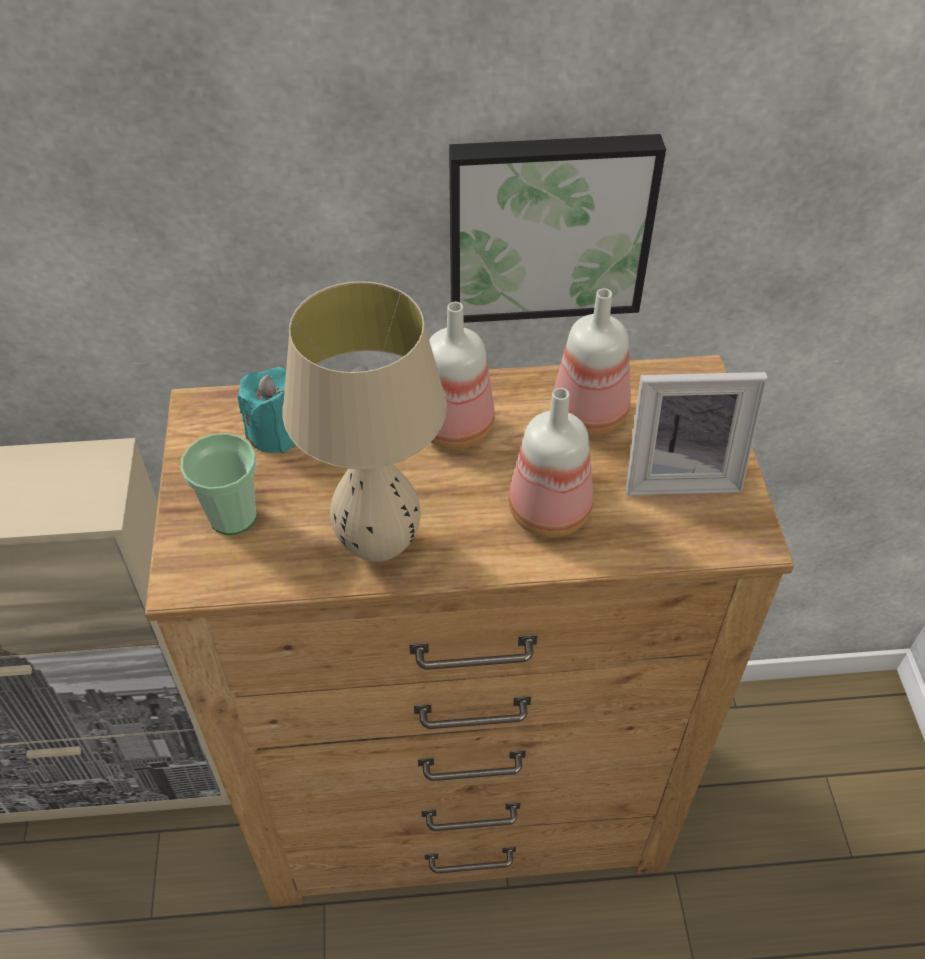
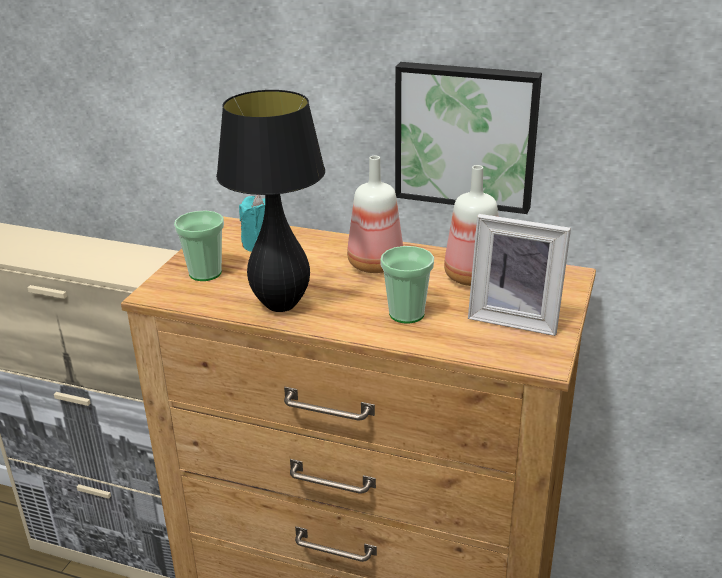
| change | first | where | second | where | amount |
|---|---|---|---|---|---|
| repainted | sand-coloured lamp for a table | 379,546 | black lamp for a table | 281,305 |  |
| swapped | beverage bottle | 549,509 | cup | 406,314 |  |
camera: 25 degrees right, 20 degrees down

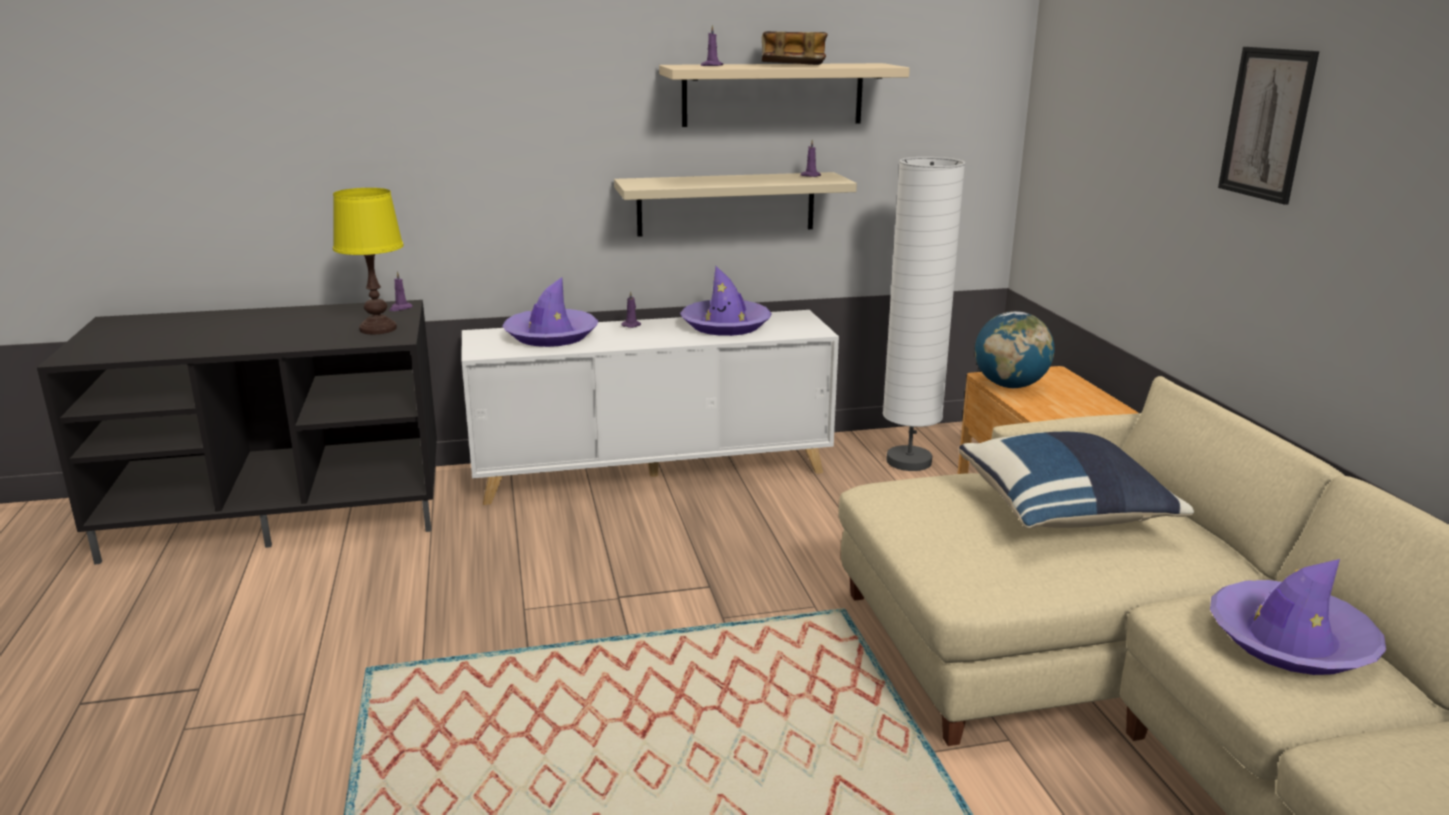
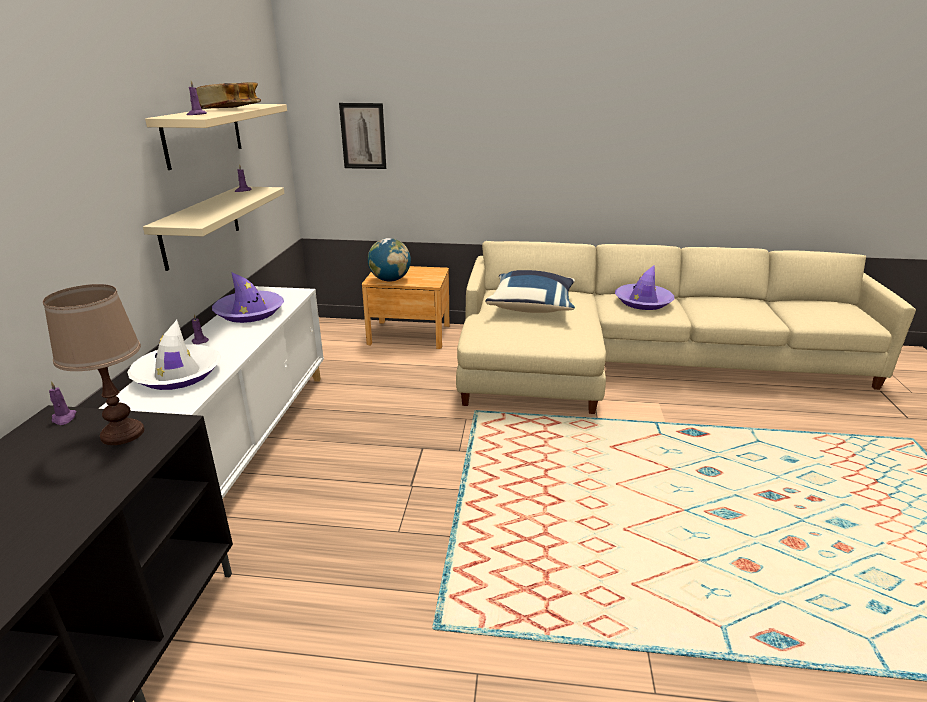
| change | first | where | second | where | amount |
|---|---|---|---|---|---|
| shifted | wall art | 1267,124 |  | 363,136 |  |
| gone | white standing lamp | 909,461 |  |  |  |
| repainted | yellow-coloured lamp for a table | 377,329 | brown lamp for a table | 123,434 |  |
| repainted | purple clothing hat | 551,336 | white clothing hat | 177,374 |  |
camera: 70 degrees left, 5 degrees up

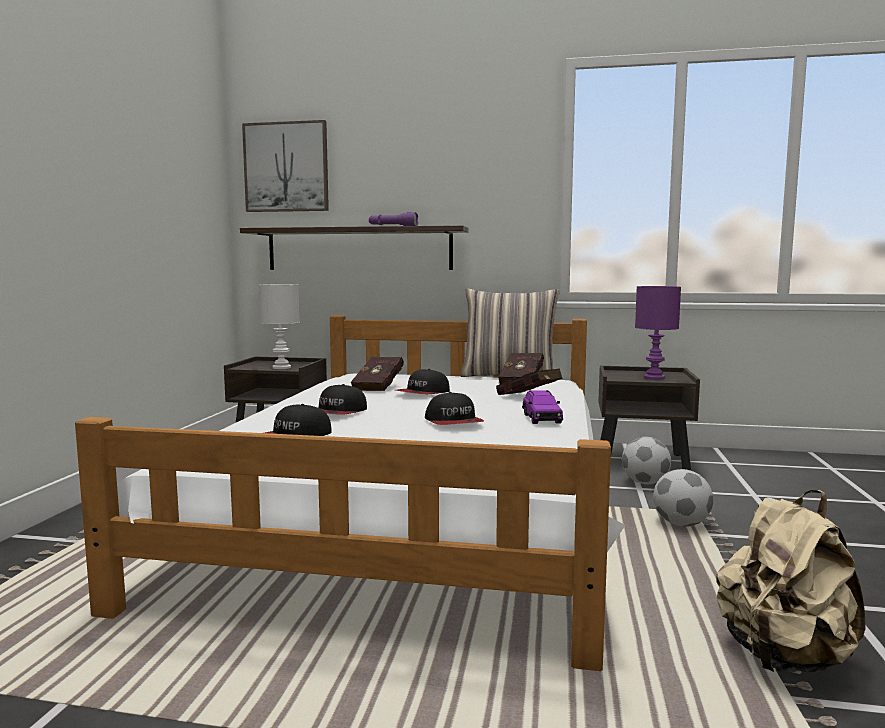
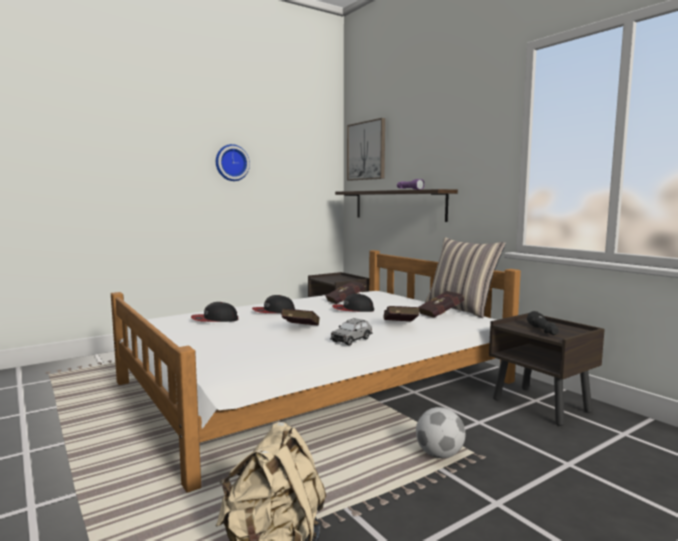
| change | first | where | second | where | amount |
|---|---|---|---|---|---|
| gone | white lamp for a table | 281,368 |  |  |  |
| swapped | purple lamp for a table | 654,378 | black torch | 543,331 |  |
| repainted | purple toy car | 541,418 | greyish toy car | 351,340 |  |
| swapped | baseball cap | 454,422 | red-coloured bound book | 300,330 |  |
| gone | ball for football | 645,483 |  |  |  |
| new |  |  | clock on the wall | 231,163 |  |
camera: 45 degrees right, 0 degrees up

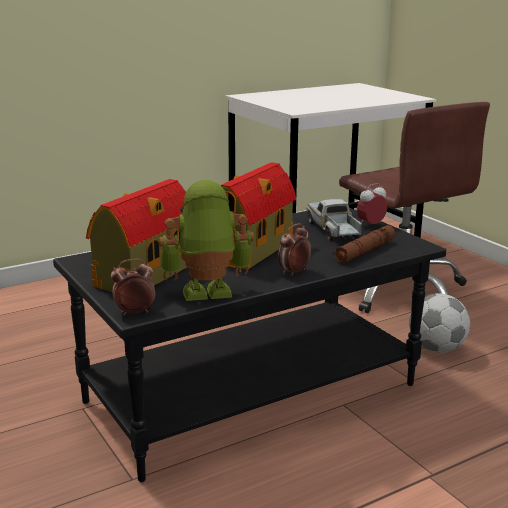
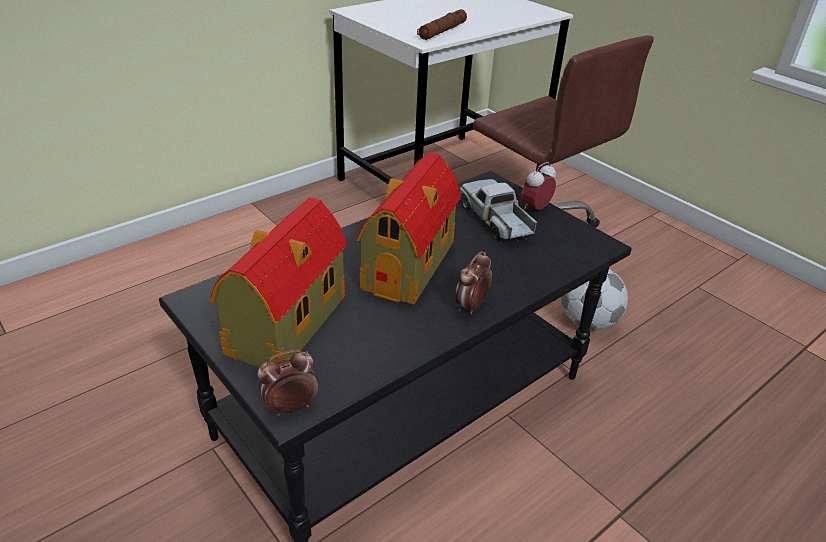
| change | first | where | second | where | amount |
|---|---|---|---|---|---|
| gone | toy robot | 206,294 |  |  |  |
| shifted | brown torch | 364,251 |  | 442,31 |  |
camera: 10 degrees left, 15 degrees up

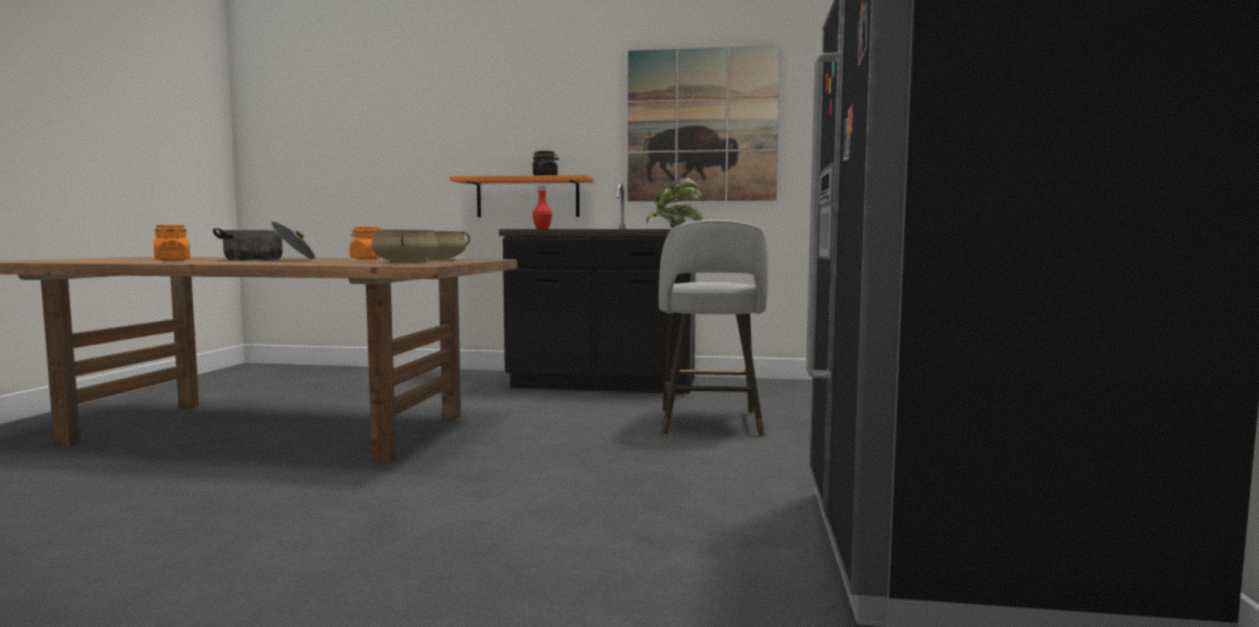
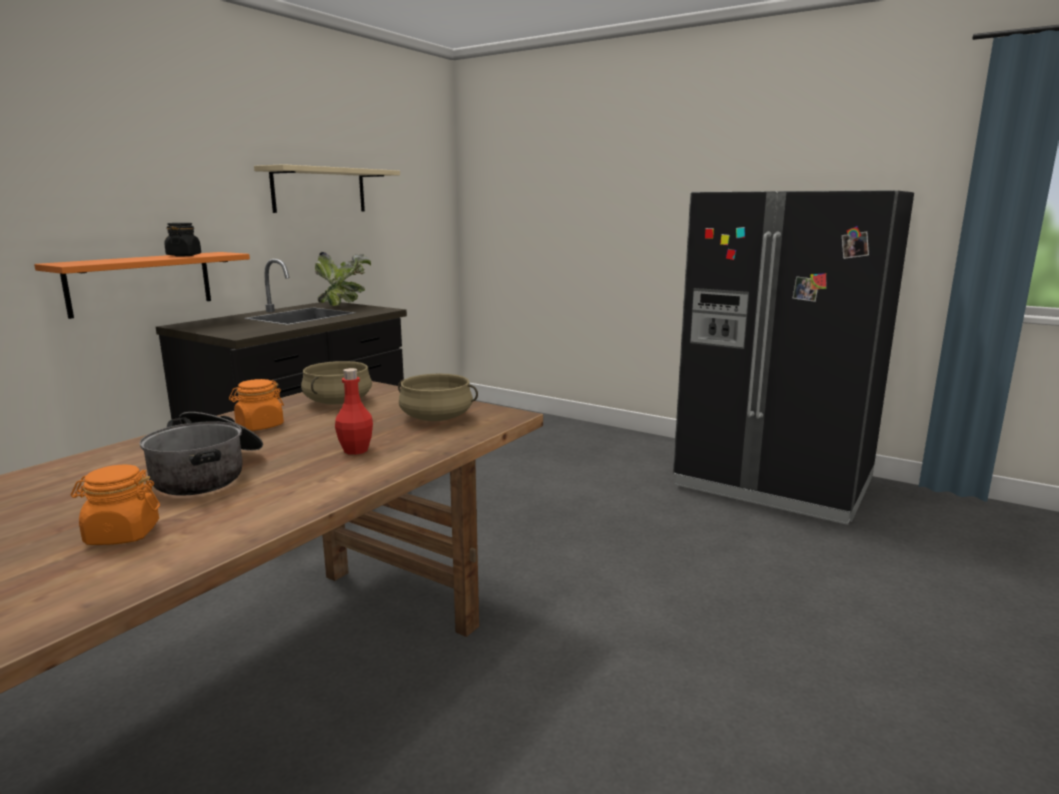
| change | first | where | second | where | amount |
|---|---|---|---|---|---|
| swapped | wall art | 702,125 | sand-coloured wall shelf | 319,190 |  |
| shifted | red-coloured beverage bottle | 542,229 |  | 356,450 |  |
| gone | greyish sitting stool | 710,423 |  |  |  |
camera: 65 degrees left, 10 degrees up

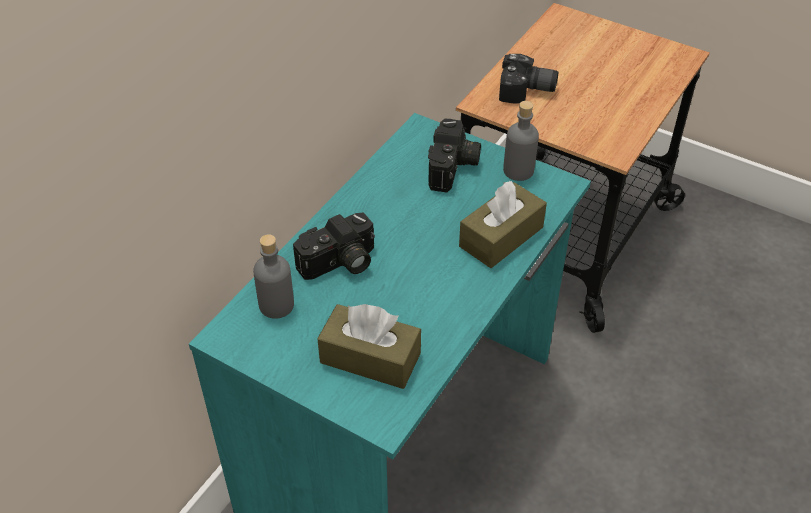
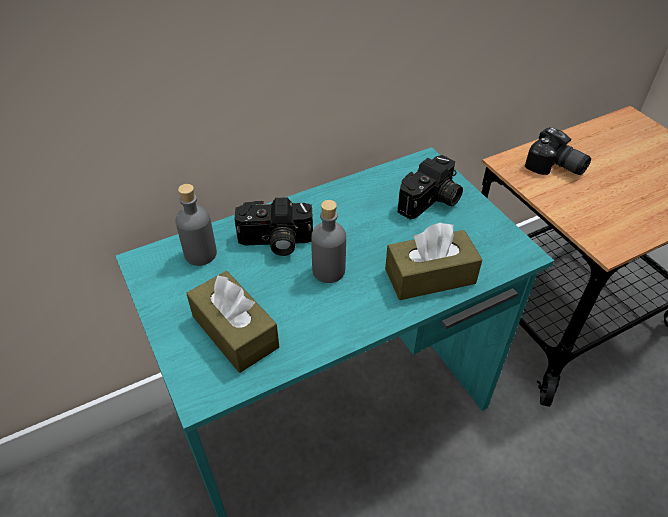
| change | first | where | second | where | amount |
|---|---|---|---|---|---|
| shifted | greyish beverage bottle | 518,170 |  | 329,271 |  |
camera: 30 degrees right, 0 degrees up

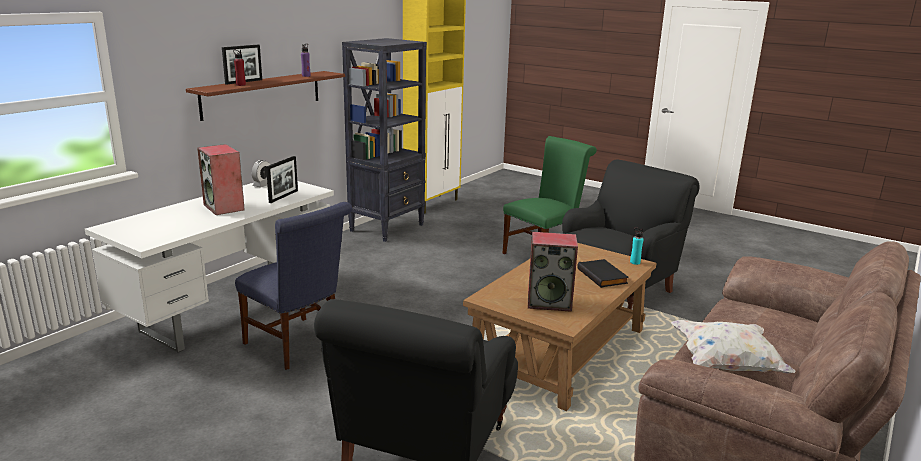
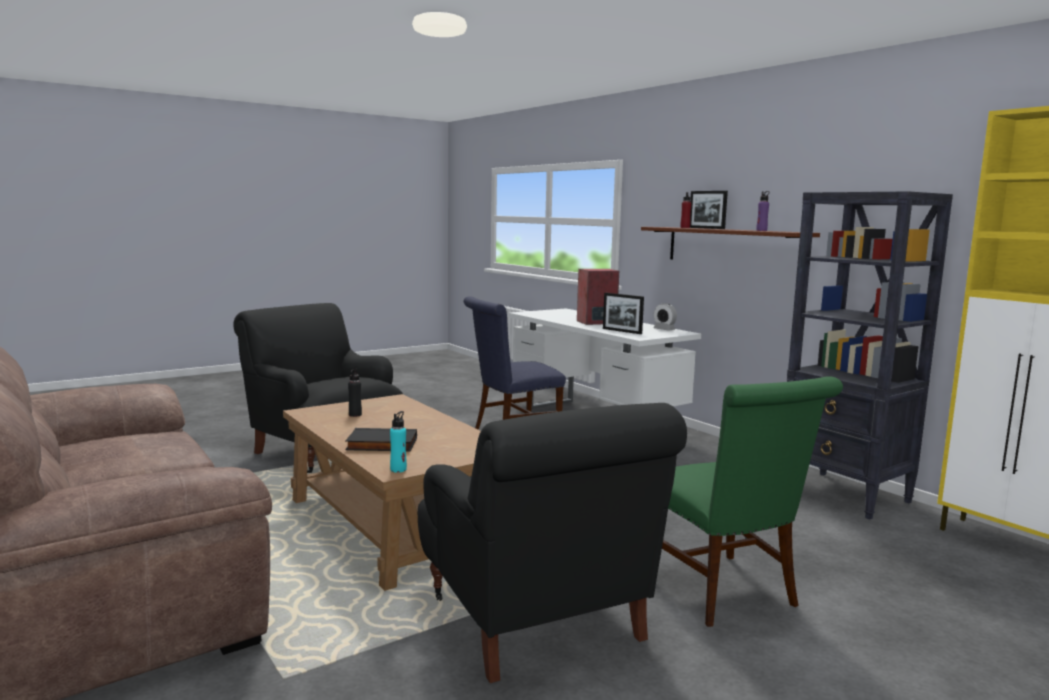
| change | first | where | second | where | amount |
|---|---|---|---|---|---|
| swapped | loudspeaker | 550,302 | black beverage bottle | 355,415 |  |
| gone | white throw pillow | 726,364 |  |  |  |
camera: 110 degrees right, 10 degrees down

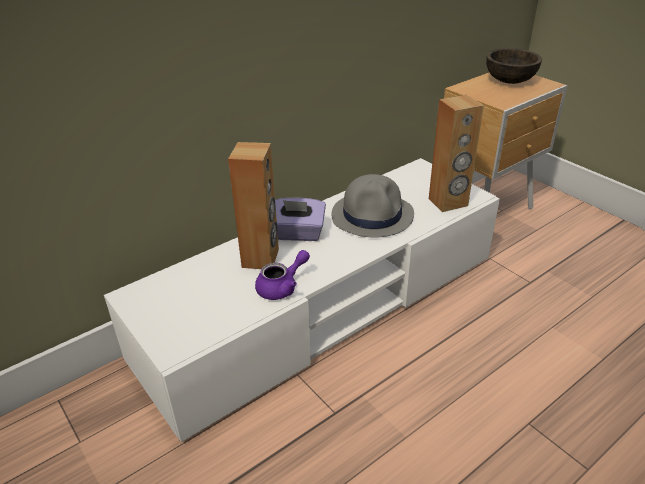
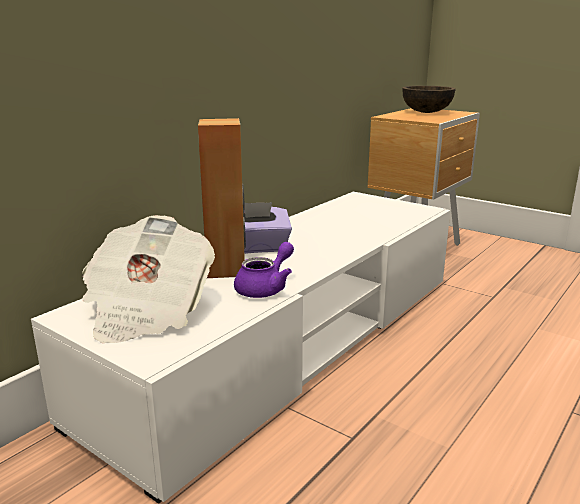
| change | first | where | second | where | amount |
|---|---|---|---|---|---|
| gone | brown loudspeaker | 448,202 |  |  |  |
| gone | greyish clothing hat | 373,215 |  |  |  |
| new |  |  | newspaper | 147,310 |  |
camera: 15 degrees left, 15 degrees down

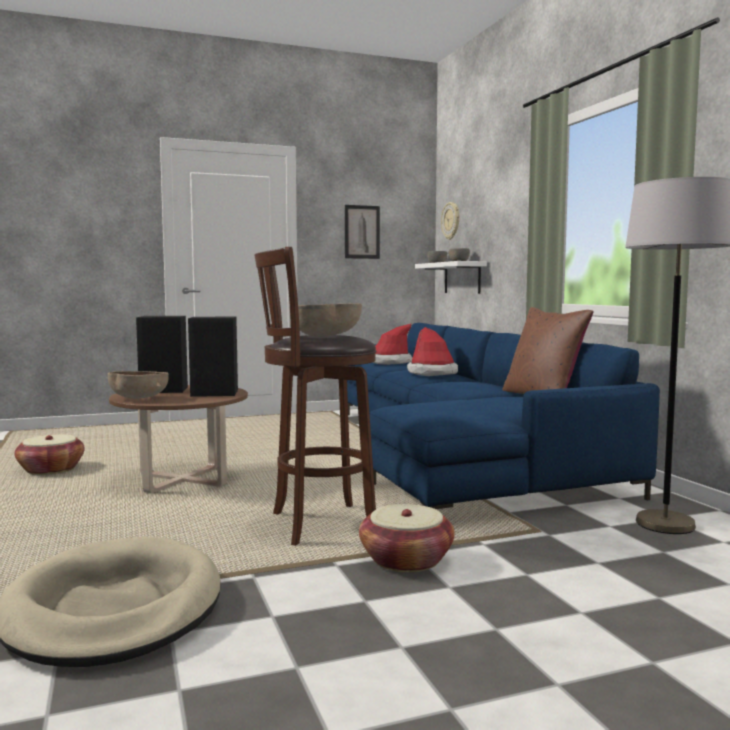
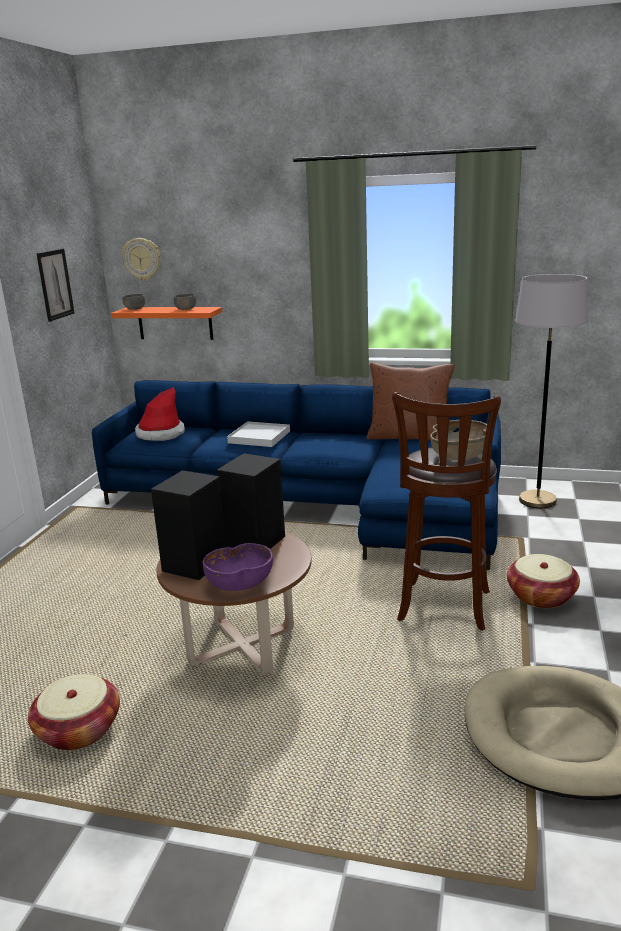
| change | first | where | second | where | amount |
|---|---|---|---|---|---|
| repainted | white wall shelf | 462,278 | orange wall shelf | 175,323 |  |
| swapped | clothing hat | 432,373 | white serving tray | 259,437 |  |
| repainted | brown serving bowl | 138,399 | purple serving bowl | 240,585 |  |
camera: 55 degrees left, 15 degrees up

